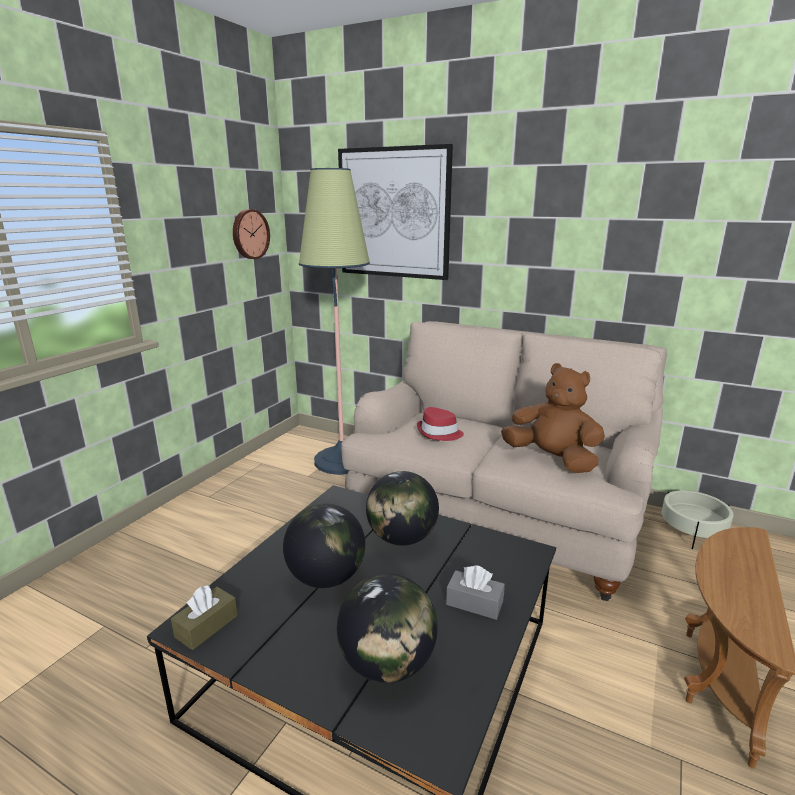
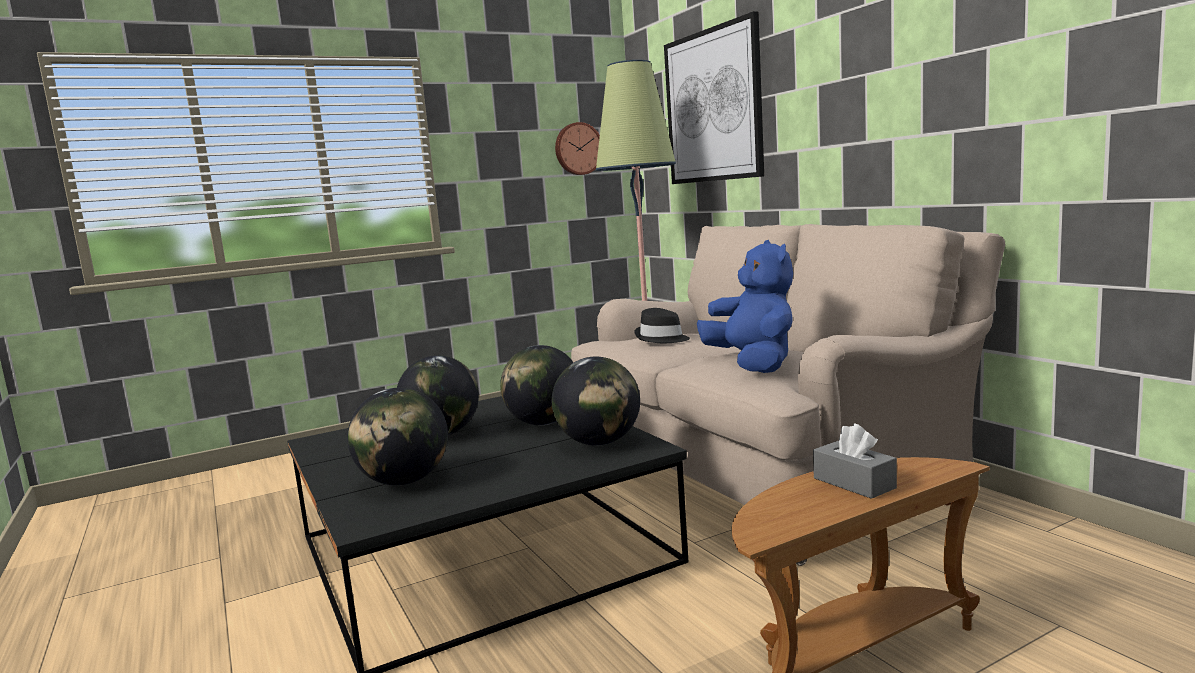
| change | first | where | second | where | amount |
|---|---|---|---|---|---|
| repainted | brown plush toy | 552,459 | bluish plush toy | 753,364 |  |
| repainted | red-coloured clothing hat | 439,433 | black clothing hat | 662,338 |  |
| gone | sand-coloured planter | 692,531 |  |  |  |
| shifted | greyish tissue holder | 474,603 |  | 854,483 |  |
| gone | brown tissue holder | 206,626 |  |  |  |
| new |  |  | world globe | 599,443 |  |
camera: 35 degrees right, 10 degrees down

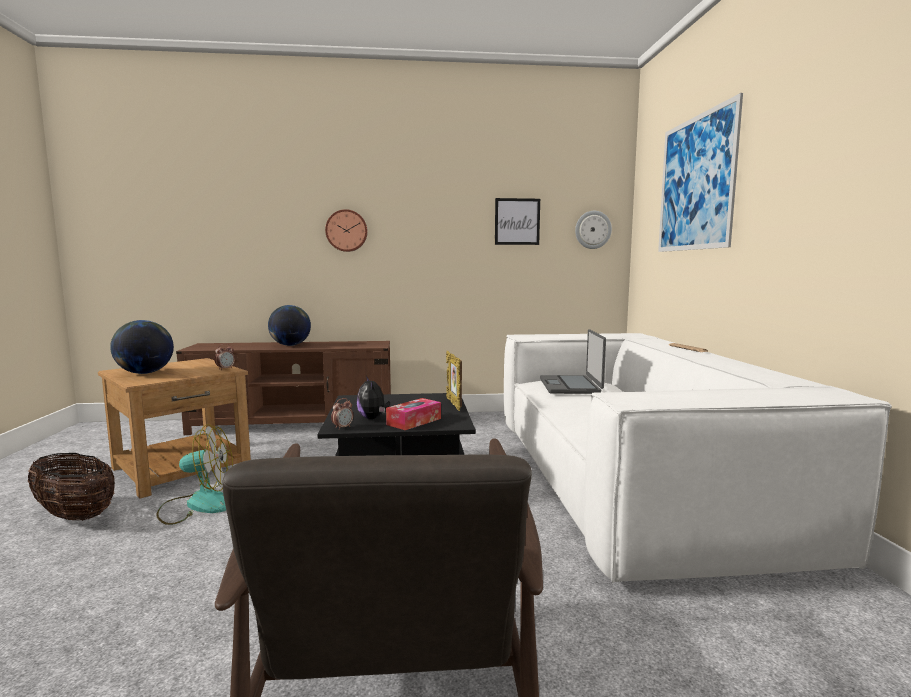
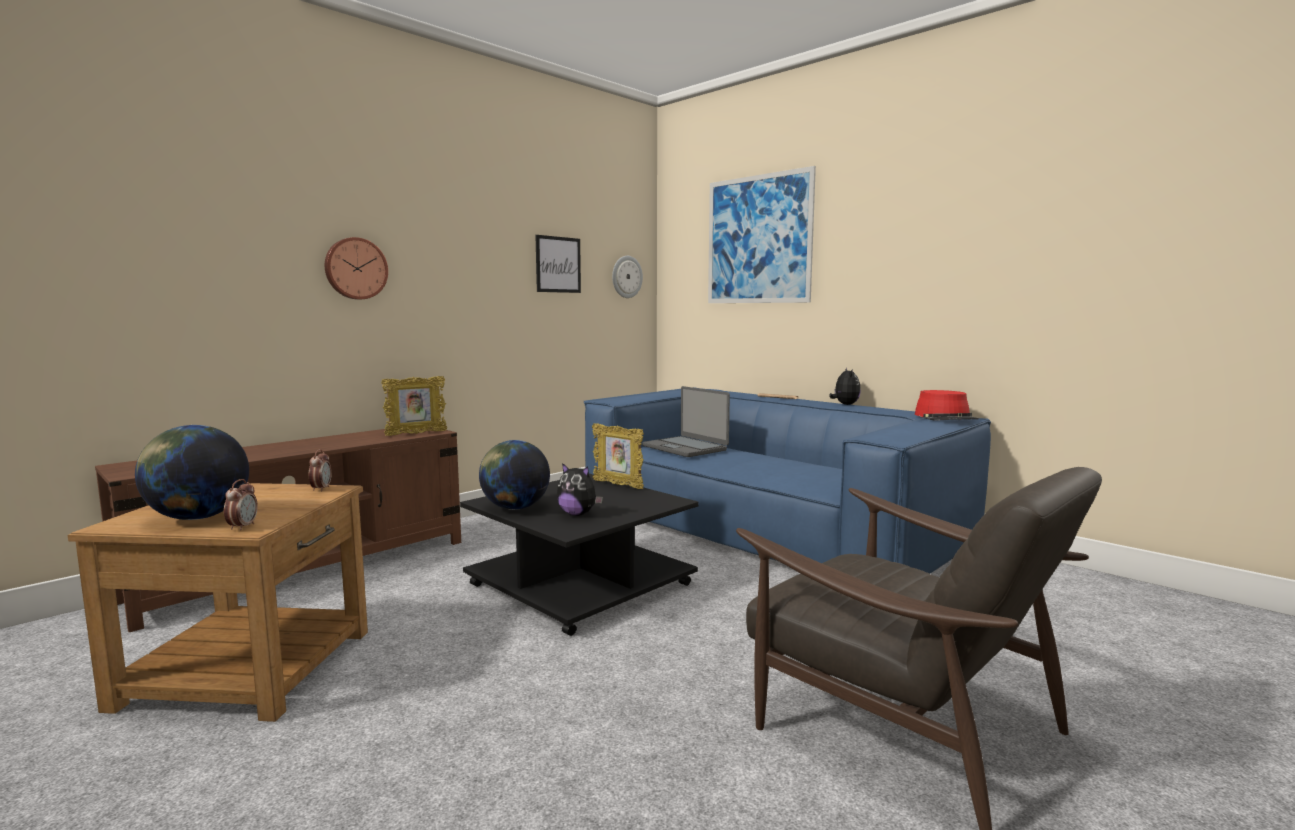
| change | first | where | second | where | amount |
|---|---|---|---|---|---|
| shifted | world globe | 290,345 |  | 515,508 |  |
| repainted | white sofa | 628,478 | bluish sofa | 766,528 |  |
| shifted | alarm clock | 342,427 |  | 242,527 |  |
| gone | tissue holder | 414,421 |  |  |  |
| gone | electric fan | 197,505 |  |  |  |
| gone | basket | 75,515 |  |  |  |
| new |  |  | plush toy | 845,404 |  |
| new |  |  | standing frame | 416,433 |  |
| new |  |  | red-coloured clothing hat | 945,417 |  |
camera: 40 degrees left, 0 degrees up

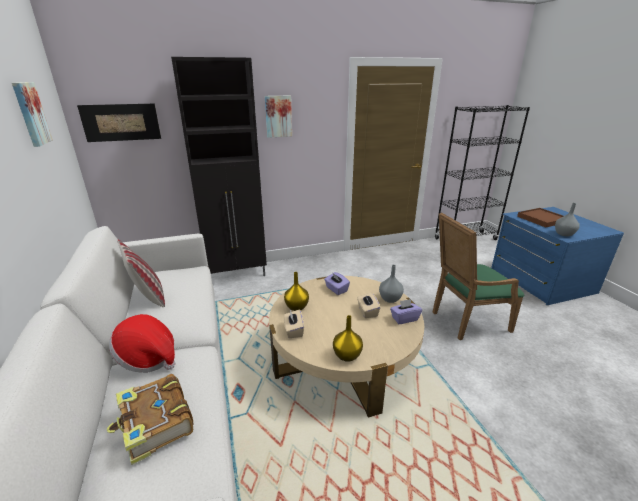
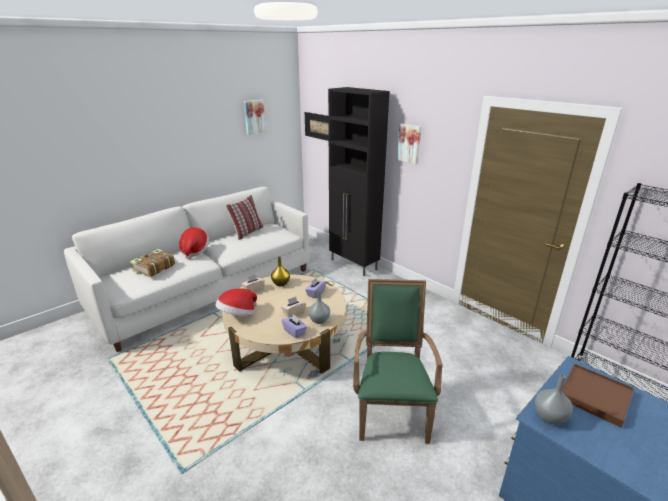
| change | first | where | second | where | amount |
|---|---|---|---|---|---|
| rotated | green armchair | 465,321 |  | 391,409 | 45 degrees clockwise |
| swapped | yellow-coloured vase | 347,355 | clothing hat | 237,315 |  |
camera: 65 degrees right, 0 degrees up

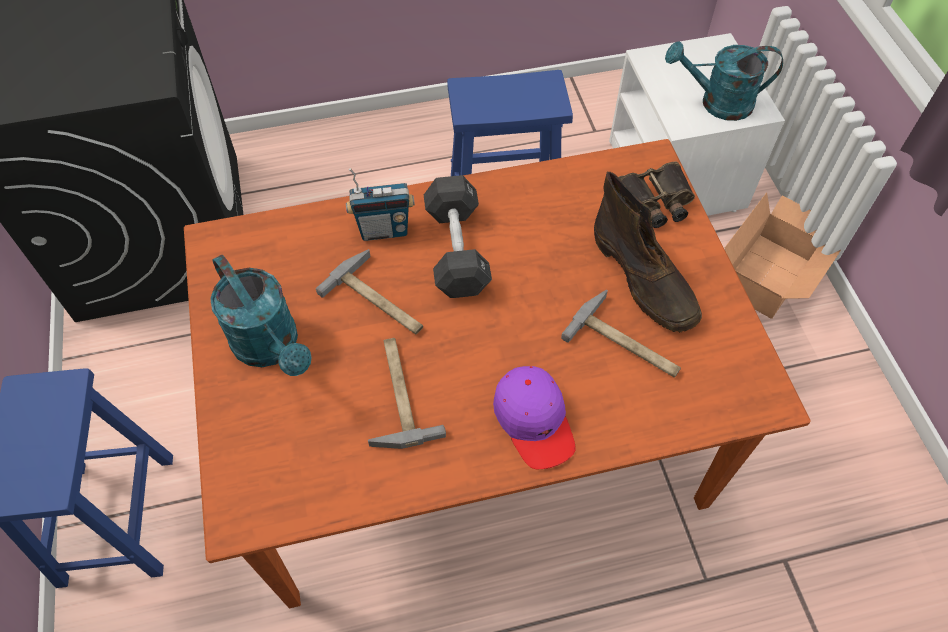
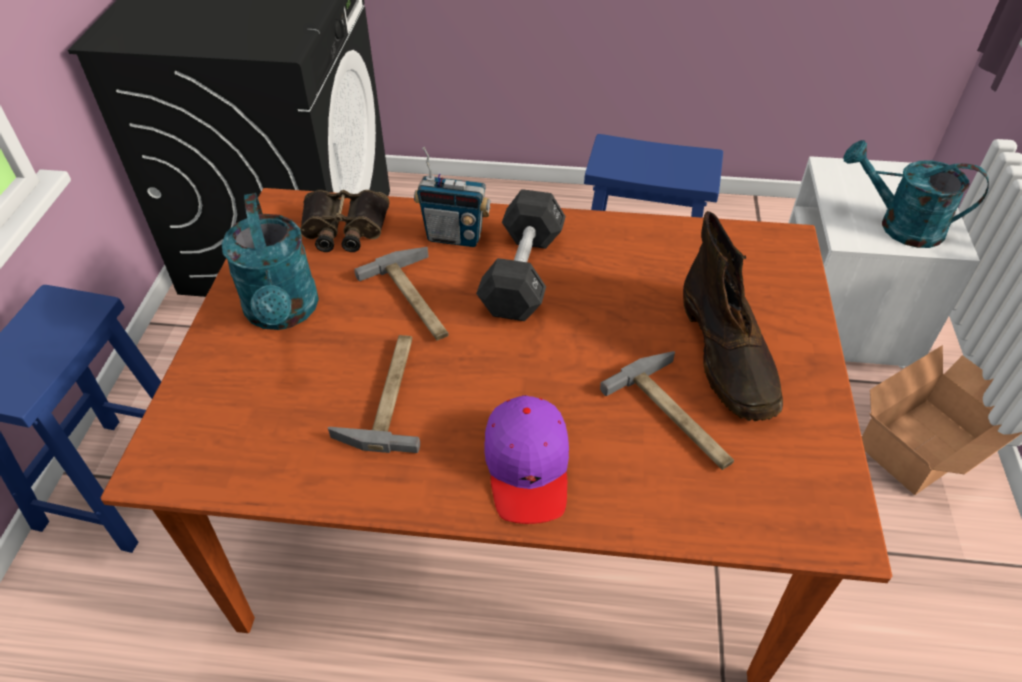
| change | first | where | second | where | amount |
|---|---|---|---|---|---|
| shifted | field glasses | 654,202 |  | 343,229 |  |
camera: 20 degrees right, 10 degrees down

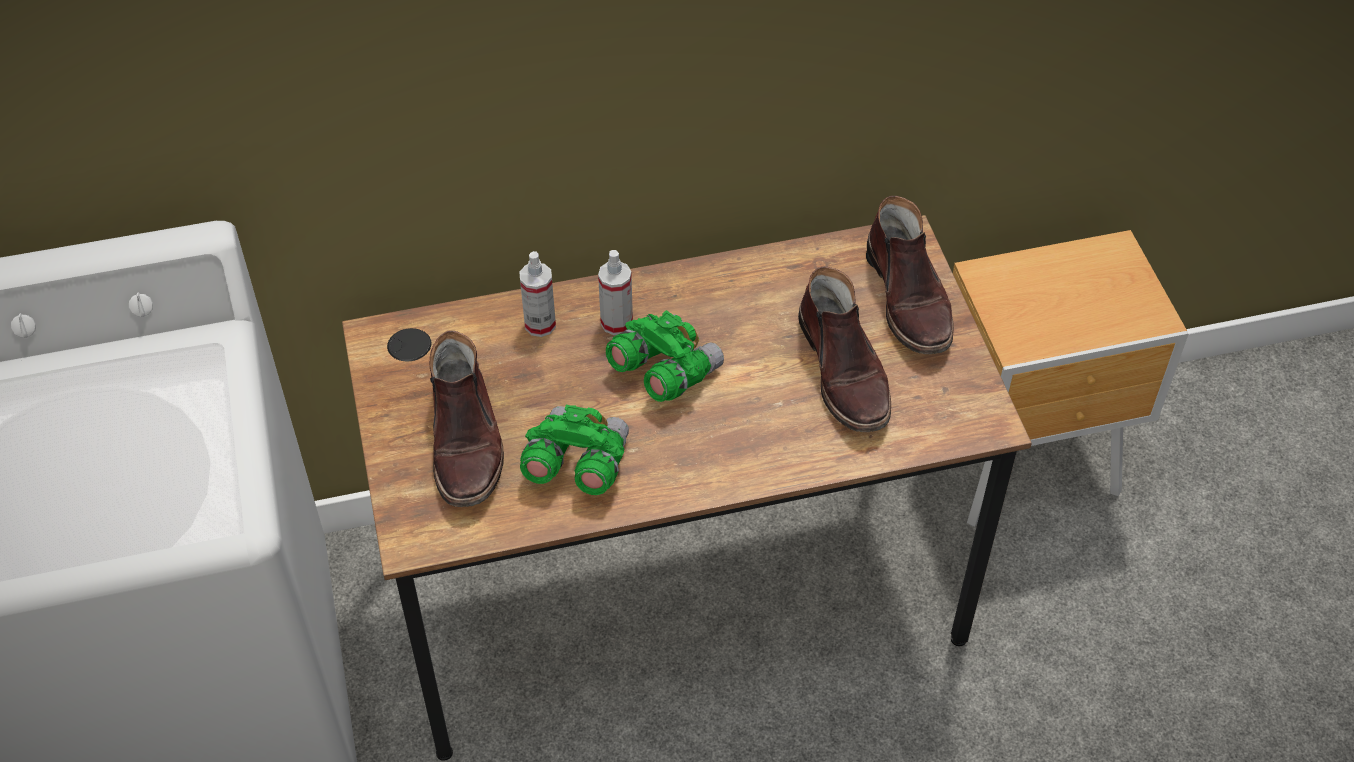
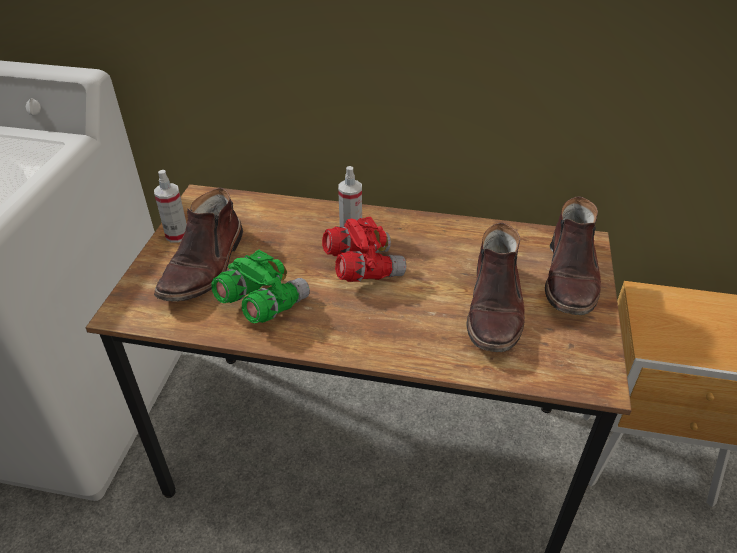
| change | first | where | second | where | amount |
|---|---|---|---|---|---|
| shifted | hand sprayer | 540,324 |  | 177,235 |  |
| repainted | green field glasses | 664,371 | red-coloured field glasses | 362,268 |  |
camera: 25 degrees right, 10 degrees down

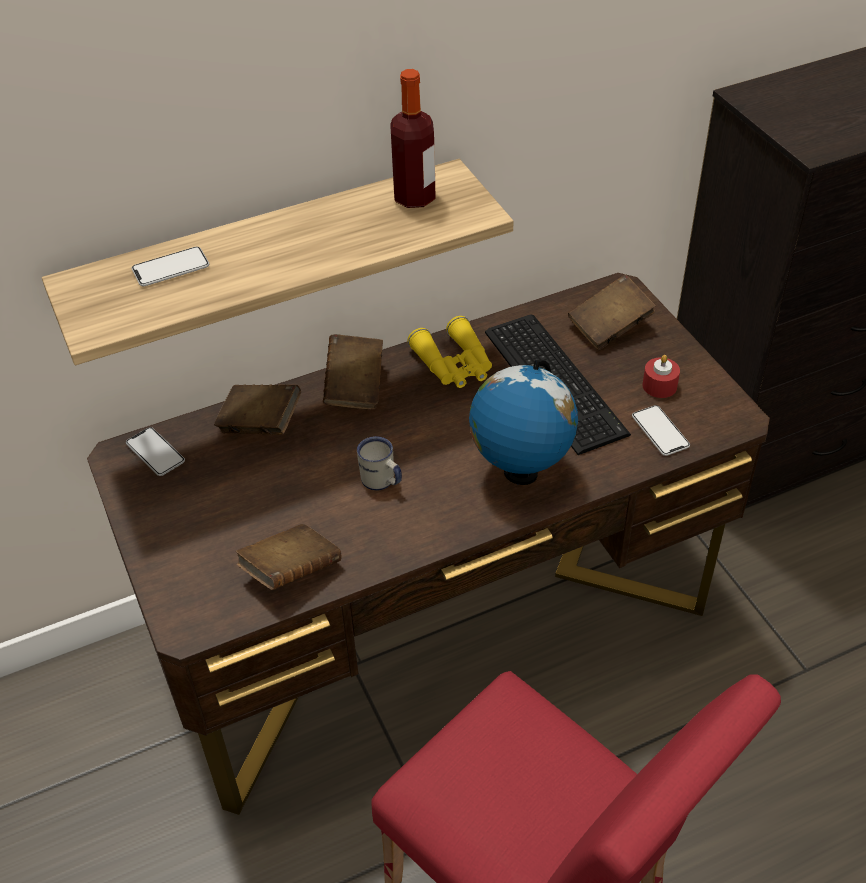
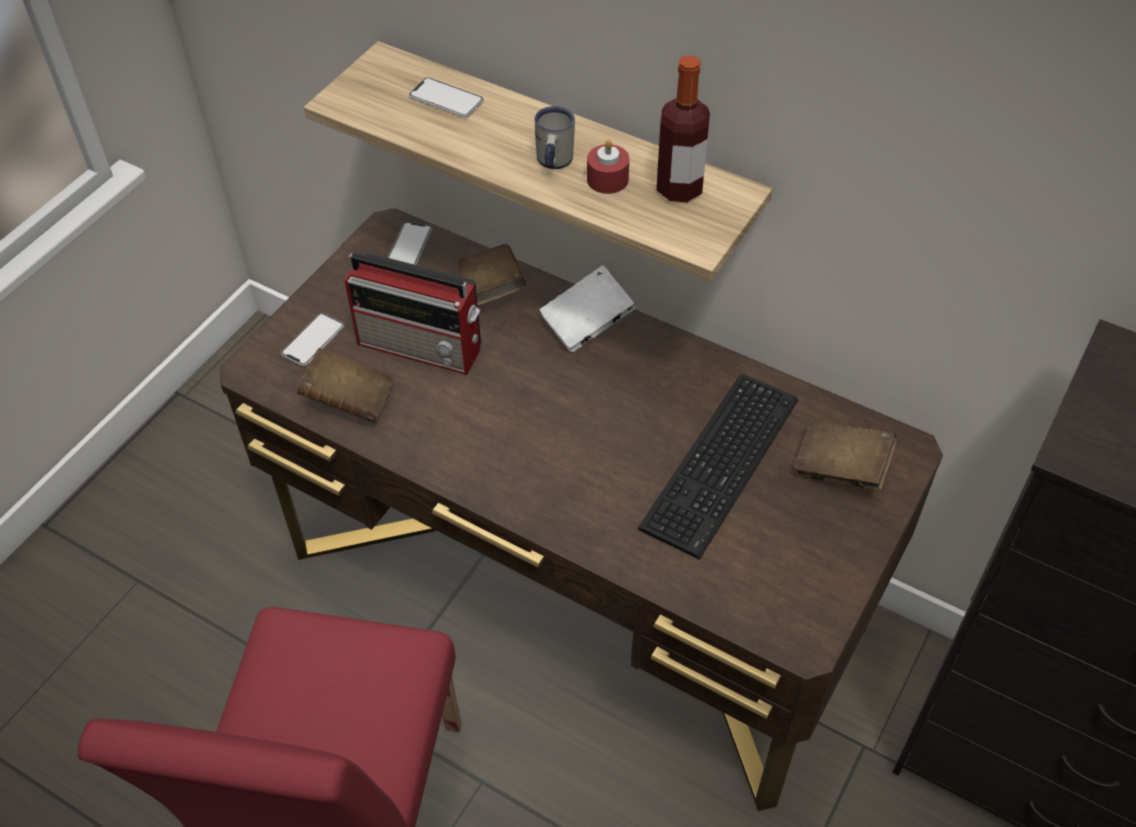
| change | first | where | second | where | amount |
|---|---|---|---|---|---|
| gone | yellow-coloured field glasses | 454,365 |  |  |  |
| repainted | brown bound book | 355,387 | white bound book | 587,324 |  |
| shifted | red-coloured wax light | 659,385 |  | 607,179 |  |
| gone | world globe | 520,473 |  |  |  |
| shifted | handset | 660,431 |  | 313,340 |  |
| shifted | white mug | 382,482 |  | 553,162 |  |
| new |  |  | radio set | 422,346 |  |
camera: 55 degrees right, 5 degrees up

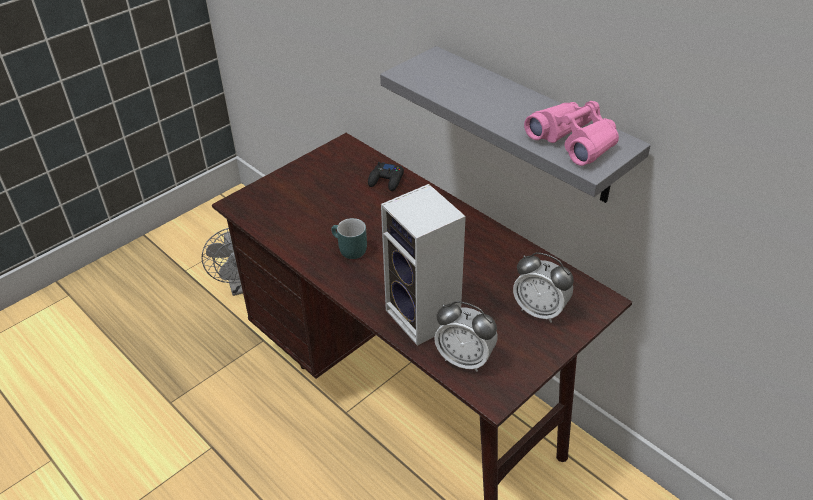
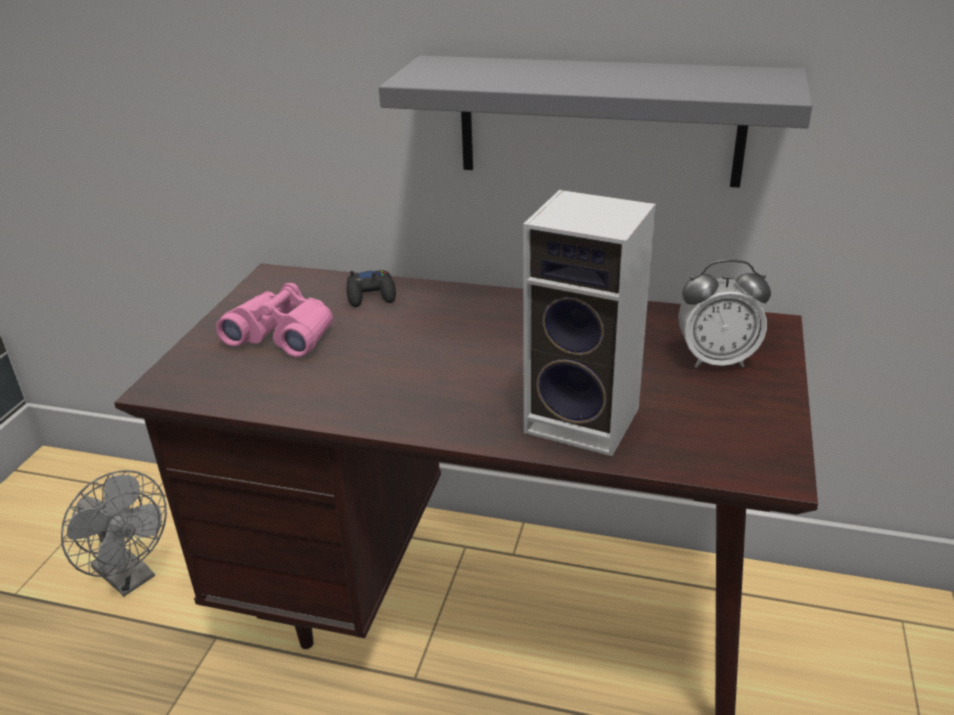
| change | first | where | second | where | amount |
|---|---|---|---|---|---|
| shifted | pink field glasses | 574,141 |  | 283,335 |  |
| gone | turquoise mug | 348,250 |  |  |  |
| gone | alarm clock | 464,359 |  |  |  |
camera: 30 degrees left, 10 degrees down

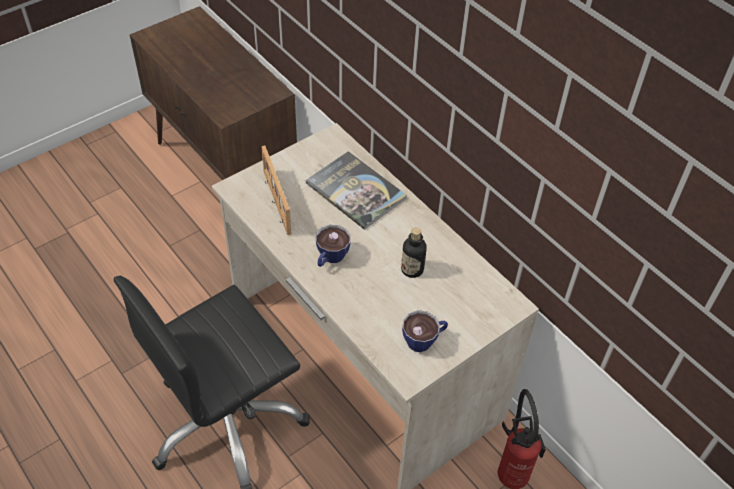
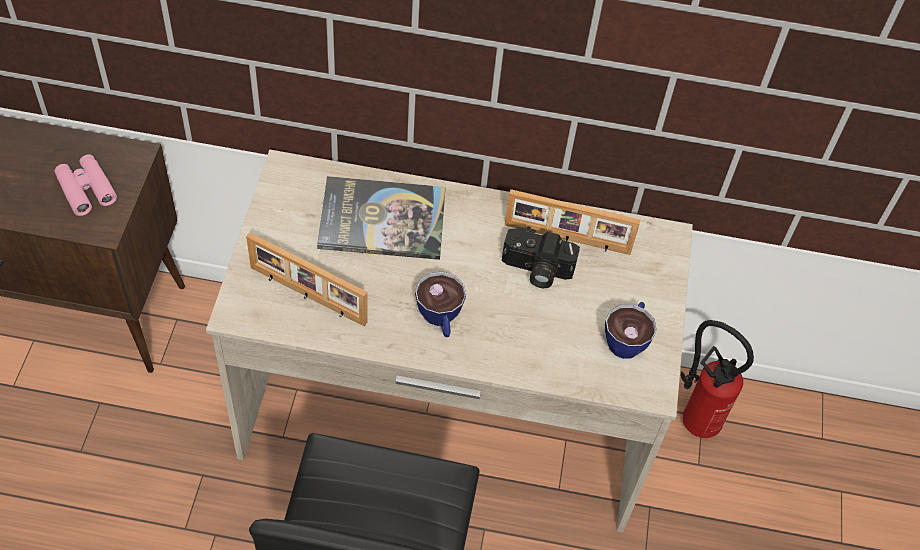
| change | first | where | second | where | amount |
|---|---|---|---|---|---|
| swapped | beverage bottle | 412,269 | still camera | 536,270 |  |
| new |  |  | pink field glasses | 86,189 |  |
| new |  |  | standing frame | 567,239 |  |
camera: 45 degrees left, 5 degrees up

